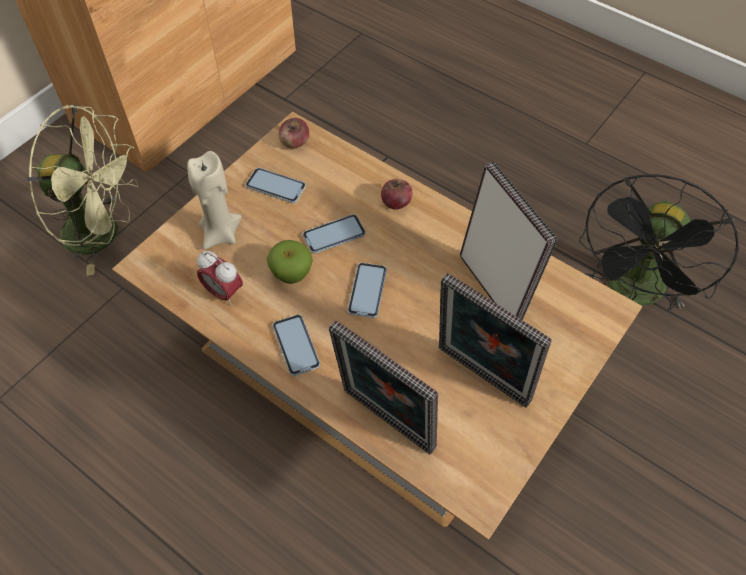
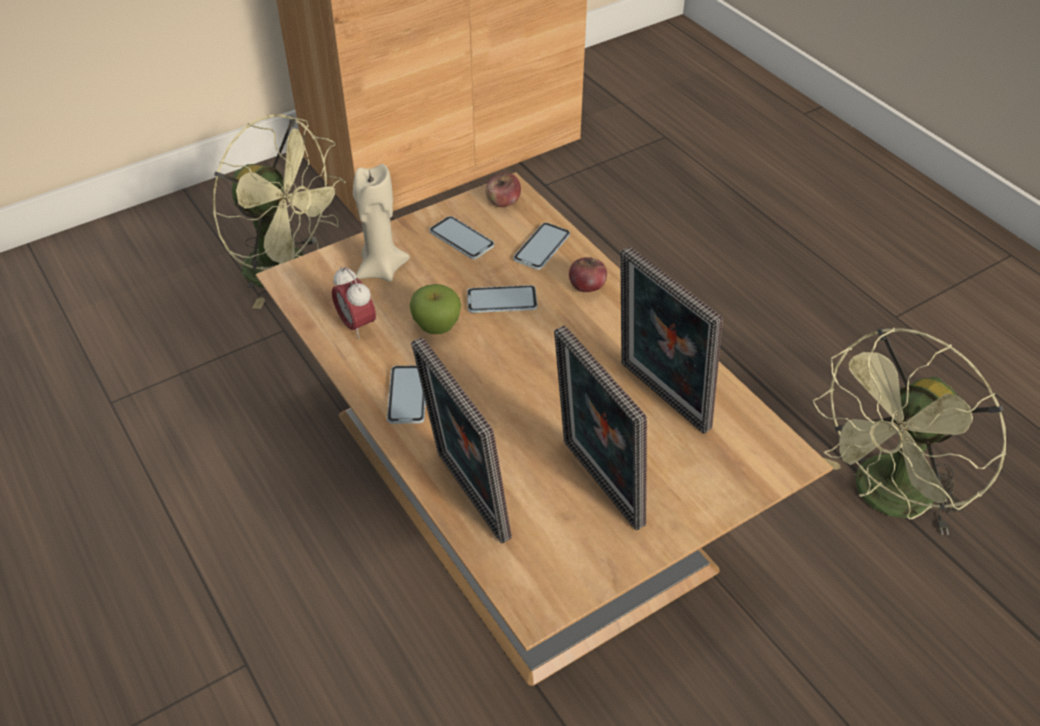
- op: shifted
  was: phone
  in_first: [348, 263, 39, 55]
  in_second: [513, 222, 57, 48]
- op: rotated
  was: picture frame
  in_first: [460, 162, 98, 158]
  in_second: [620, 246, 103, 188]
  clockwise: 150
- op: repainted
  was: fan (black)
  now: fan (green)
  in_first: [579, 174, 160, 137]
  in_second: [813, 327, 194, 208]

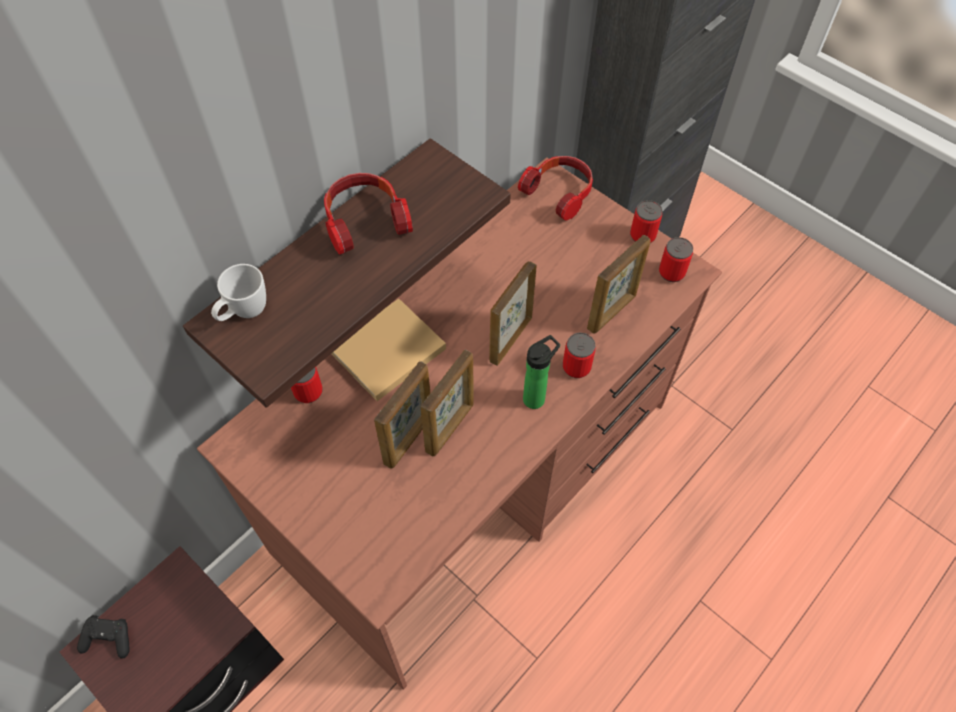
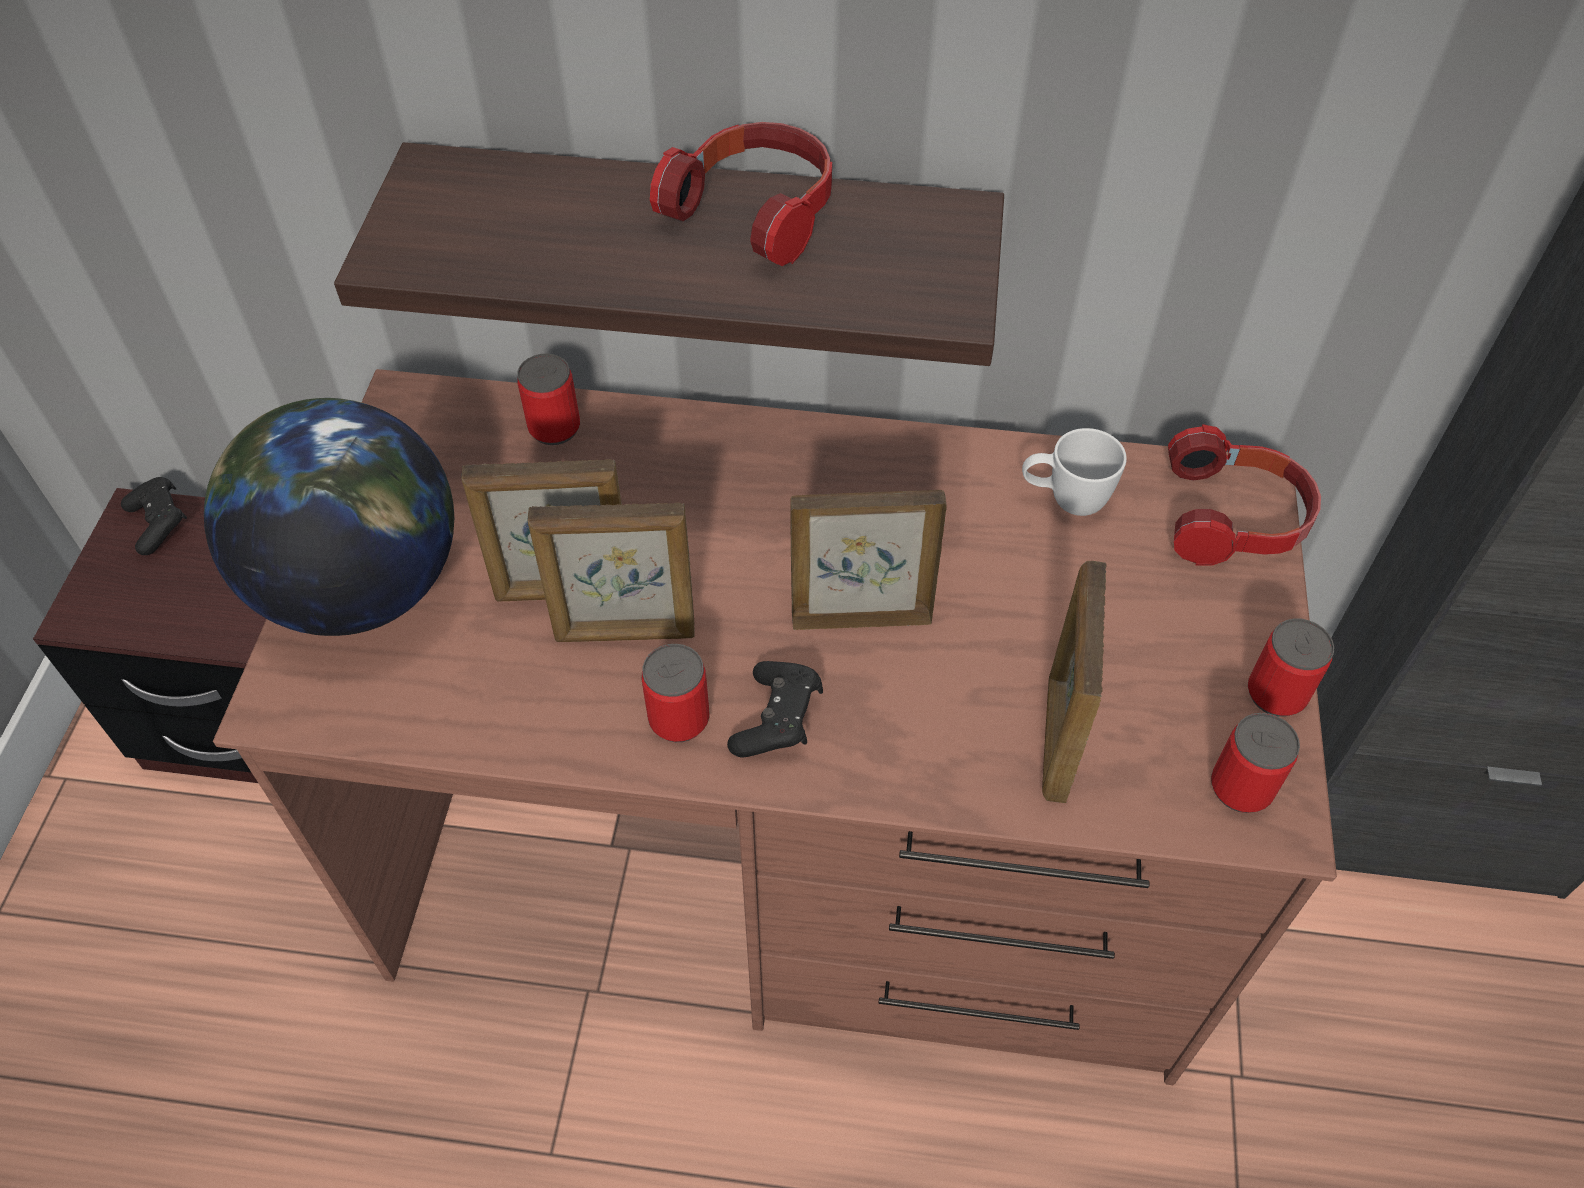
- op: new
  now: globe
  in_second: [204, 398, 250, 238]
- op: shifted
  was: can
  in_first: [563, 333, 33, 45]
  in_second: [642, 644, 67, 98]
- op: swapped
  was: bottle
  now: game controller (black)
  in_first: [523, 335, 37, 74]
  in_second: [727, 661, 96, 96]
- op: shifted
  was: mug (white)
  in_first: [211, 264, 55, 57]
  in_second: [1022, 428, 105, 88]
- op: rotated
  was: picture frame
  in_first: [587, 235, 63, 99]
  in_second: [1042, 561, 65, 242]
  clockwise: 90
- op: gone
  was: book (beige)
  in_first: [331, 299, 115, 102]

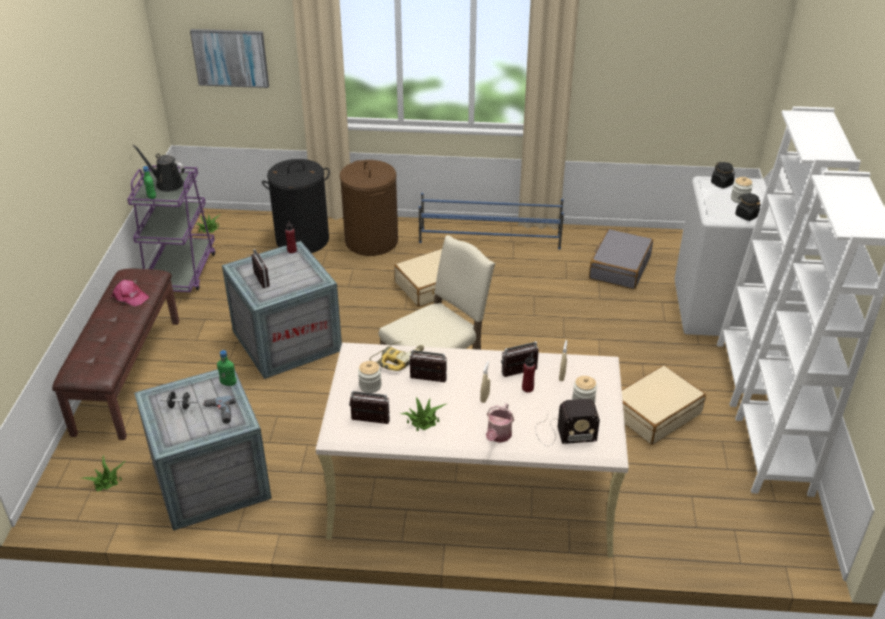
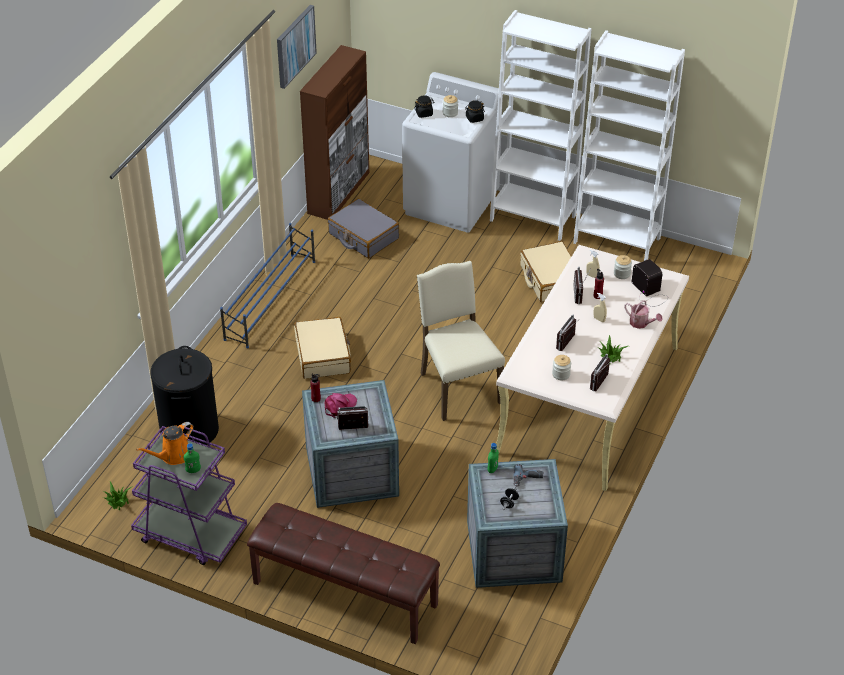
- op: repainted
  was: watering can (black)
  now: watering can (orange)
  in_first: [133, 145, 52, 47]
  in_second: [136, 422, 58, 43]
- op: shifted
  was: picture
  in_first: [190, 29, 79, 59]
  in_second: [277, 5, 40, 84]
- op: new
  now: cabinet (brown)
  in_second: [300, 45, 69, 175]
- op: shifted
  was: cap (pink)
  in_first: [111, 280, 38, 26]
  in_second: [325, 393, 32, 25]
- op: rotated
  was: radio
  in_first: [535, 399, 65, 47]
  in_second: [631, 259, 37, 48]
  clockwise: -45
- op: gone
  was: potted plant
  in_first: [80, 454, 46, 38]
- op: gone
  was: laundry basket (brown)
  in_first: [340, 160, 58, 96]
- op: gone
  was: power drill
  in_first: [370, 341, 54, 30]

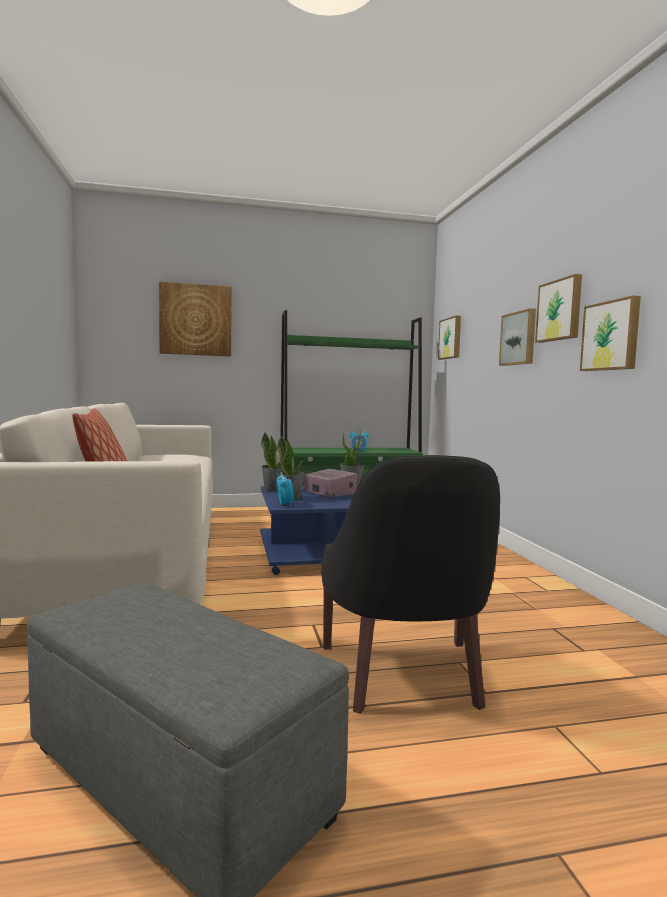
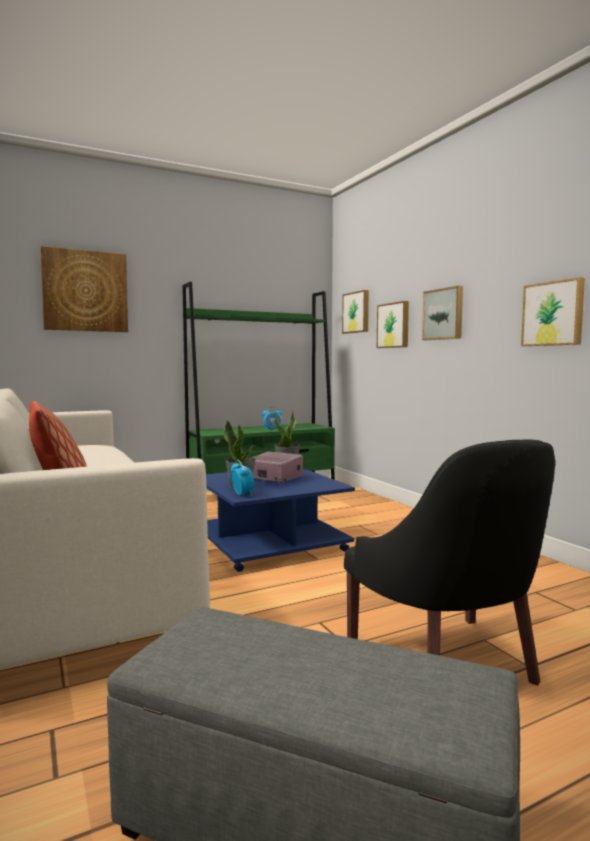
- op: shifted
  was: picture
  in_first: [535, 274, 47, 69]
  in_second: [377, 301, 32, 47]
- op: gone
  was: potted plant
  in_first: [261, 432, 22, 60]

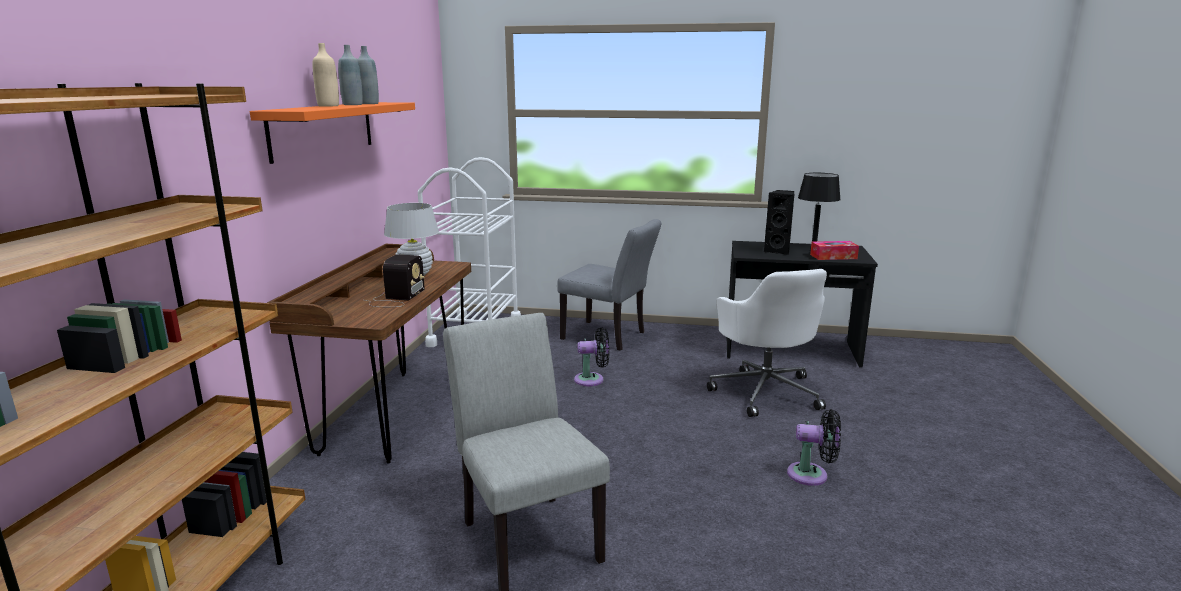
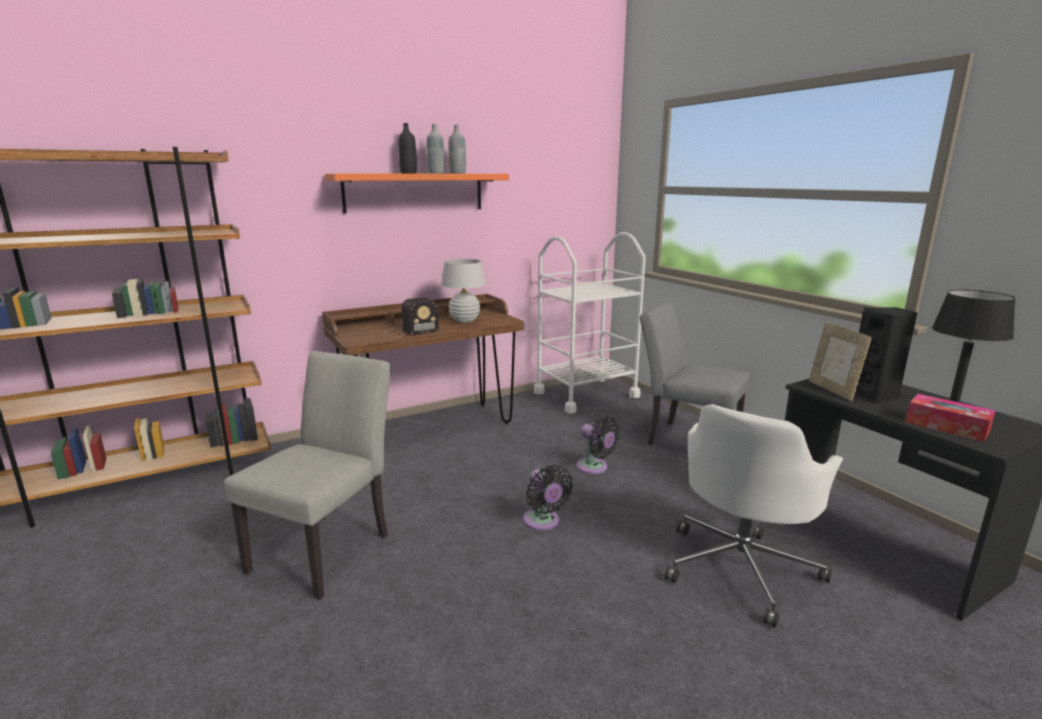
- op: repainted
  was: bottle (beige)
  now: bottle (black)
  in_first: [312, 43, 27, 64]
  in_second: [398, 123, 19, 50]
- op: shifted
  was: fan (black)
  in_first: [787, 409, 54, 77]
  in_second: [523, 465, 50, 66]
- op: rotated
  was: chair (grey)
  in_first: [557, 219, 104, 132]
  in_second: [640, 301, 110, 144]
  clockwise: 135
- op: new
  now: picture frame
  in_second: [809, 322, 63, 79]

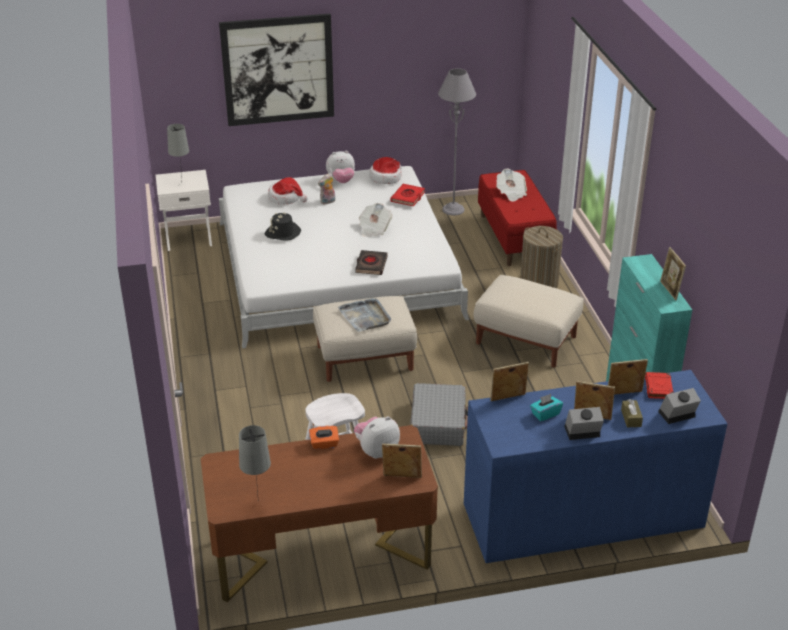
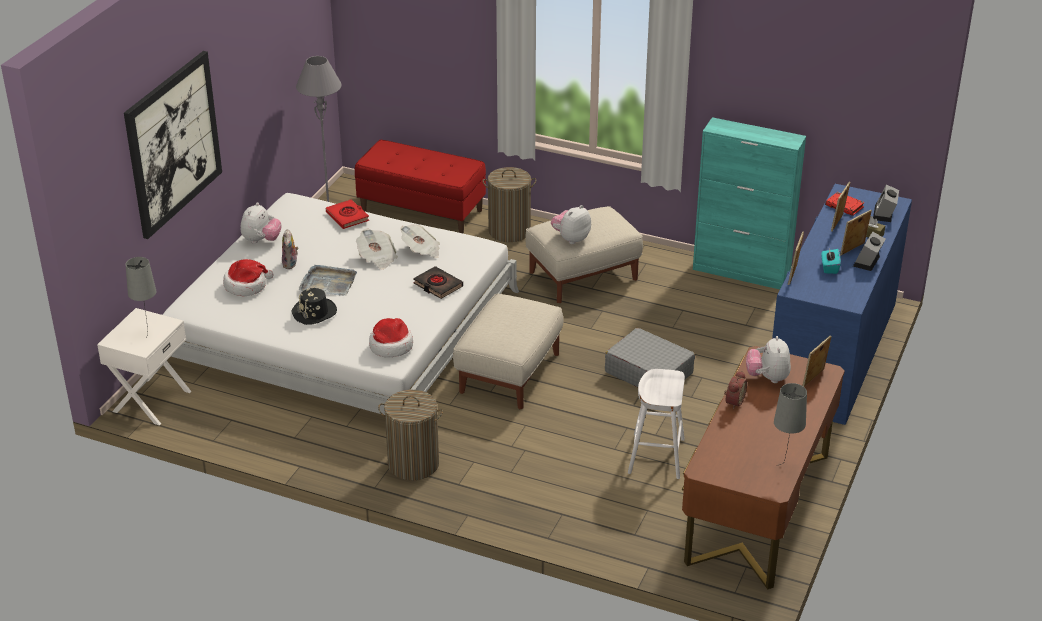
- op: shifted
  was: tray (grey)
  in_first: [338, 298, 53, 34]
  in_second: [299, 264, 58, 32]
- op: shifted
  was: hat
  in_first: [369, 157, 33, 27]
  in_second: [369, 318, 44, 39]
- op: new
  now: laundry basket
  in_second: [378, 390, 65, 90]
- op: shifted
  was: newspaper
  in_first: [496, 169, 31, 33]
  in_second: [400, 224, 40, 34]
- op: new
  now: plush toy
  in_second: [551, 205, 40, 39]
- op: swapped
  was: tissue box (orange)
  now: alarm clock
  in_first: [309, 426, 30, 24]
  in_second: [724, 371, 23, 38]
- op: gone
  was: picture frame
  in_first: [660, 247, 26, 54]

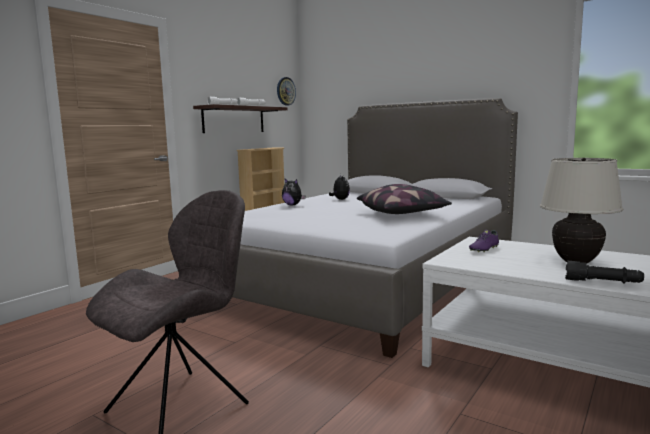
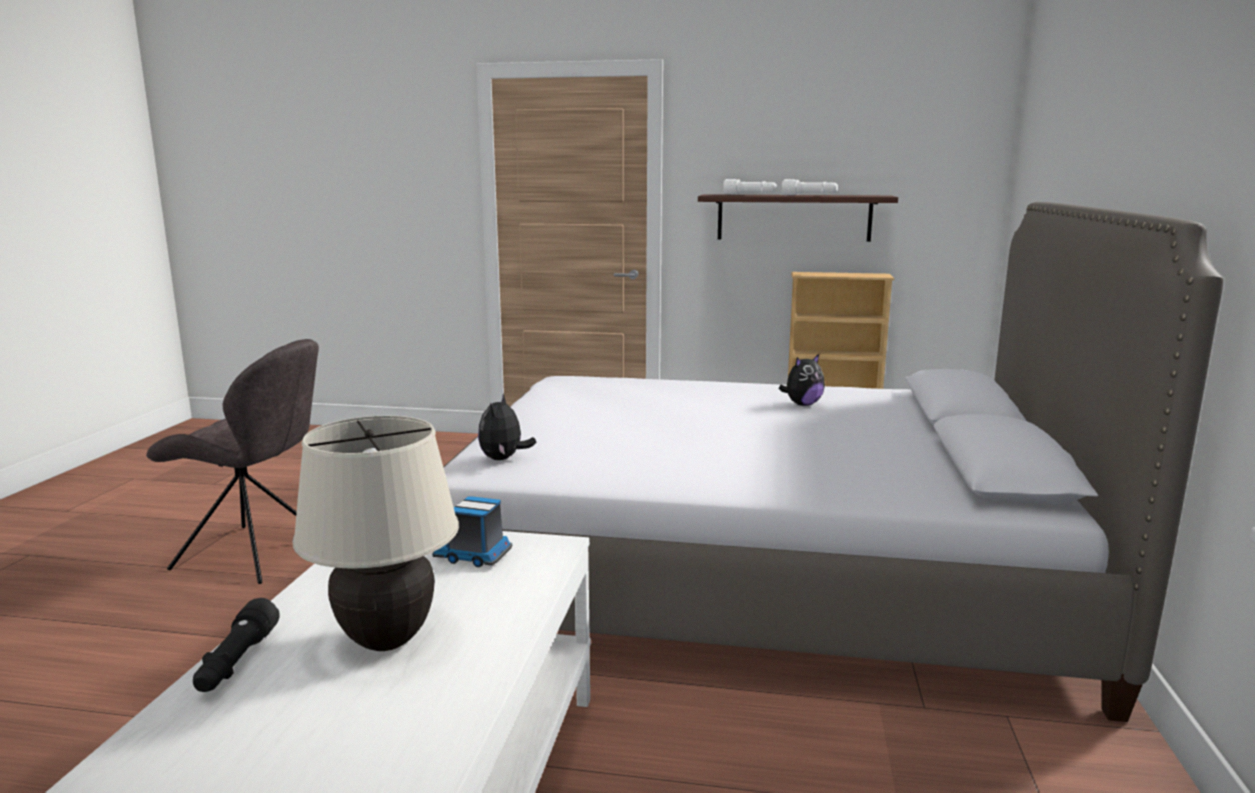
- op: swapped
  was: shoe (purple)
  now: toy truck
  in_first: [469, 230, 30, 22]
  in_second: [432, 496, 81, 71]
- op: shifted
  was: plush toy
  in_first: [282, 179, 23, 26]
  in_second: [478, 394, 58, 66]
- op: gone
  was: wall clock
  in_first: [277, 77, 19, 29]
- op: gone
  was: pillow
  in_first: [357, 184, 95, 30]

